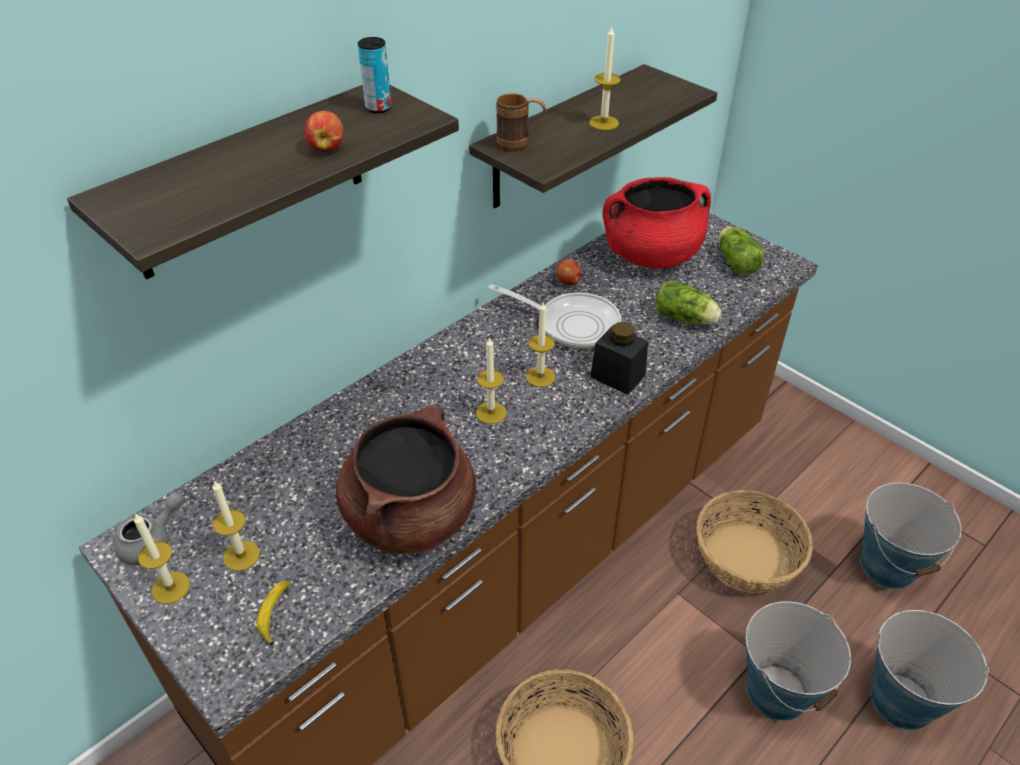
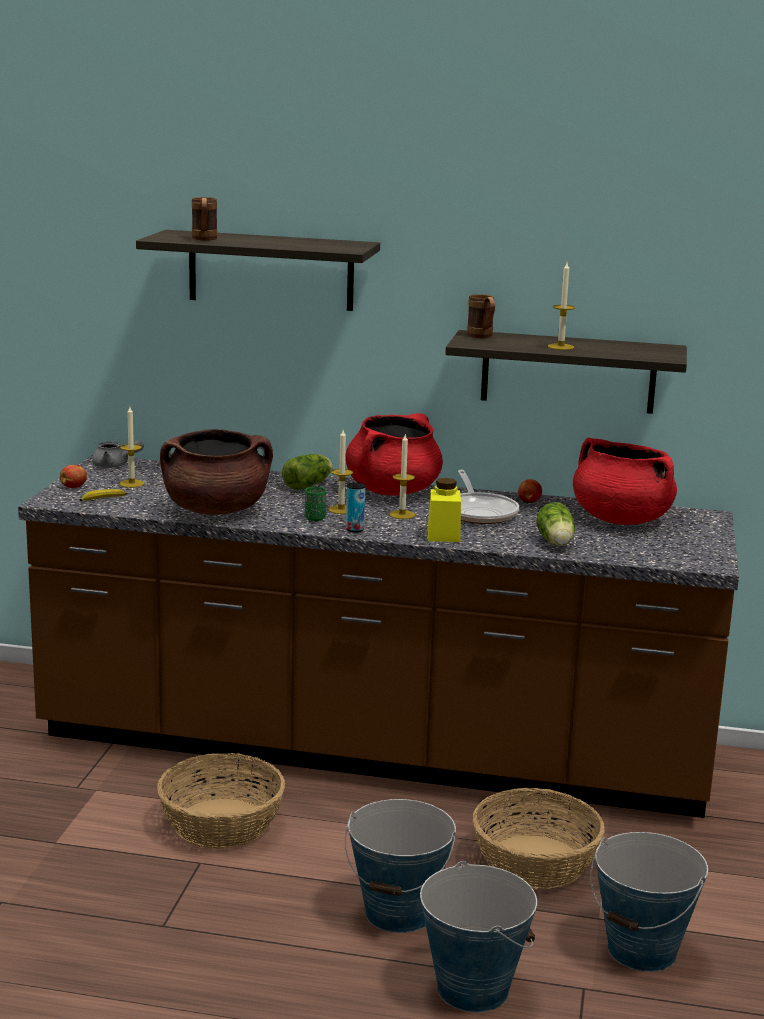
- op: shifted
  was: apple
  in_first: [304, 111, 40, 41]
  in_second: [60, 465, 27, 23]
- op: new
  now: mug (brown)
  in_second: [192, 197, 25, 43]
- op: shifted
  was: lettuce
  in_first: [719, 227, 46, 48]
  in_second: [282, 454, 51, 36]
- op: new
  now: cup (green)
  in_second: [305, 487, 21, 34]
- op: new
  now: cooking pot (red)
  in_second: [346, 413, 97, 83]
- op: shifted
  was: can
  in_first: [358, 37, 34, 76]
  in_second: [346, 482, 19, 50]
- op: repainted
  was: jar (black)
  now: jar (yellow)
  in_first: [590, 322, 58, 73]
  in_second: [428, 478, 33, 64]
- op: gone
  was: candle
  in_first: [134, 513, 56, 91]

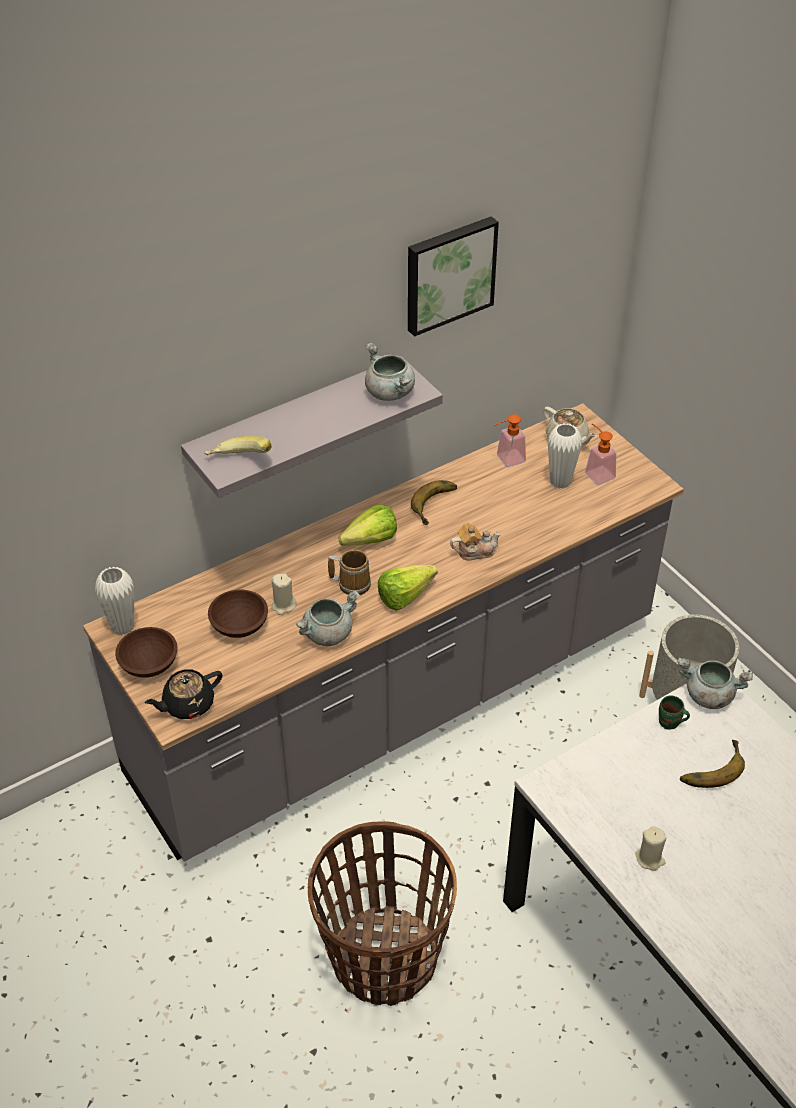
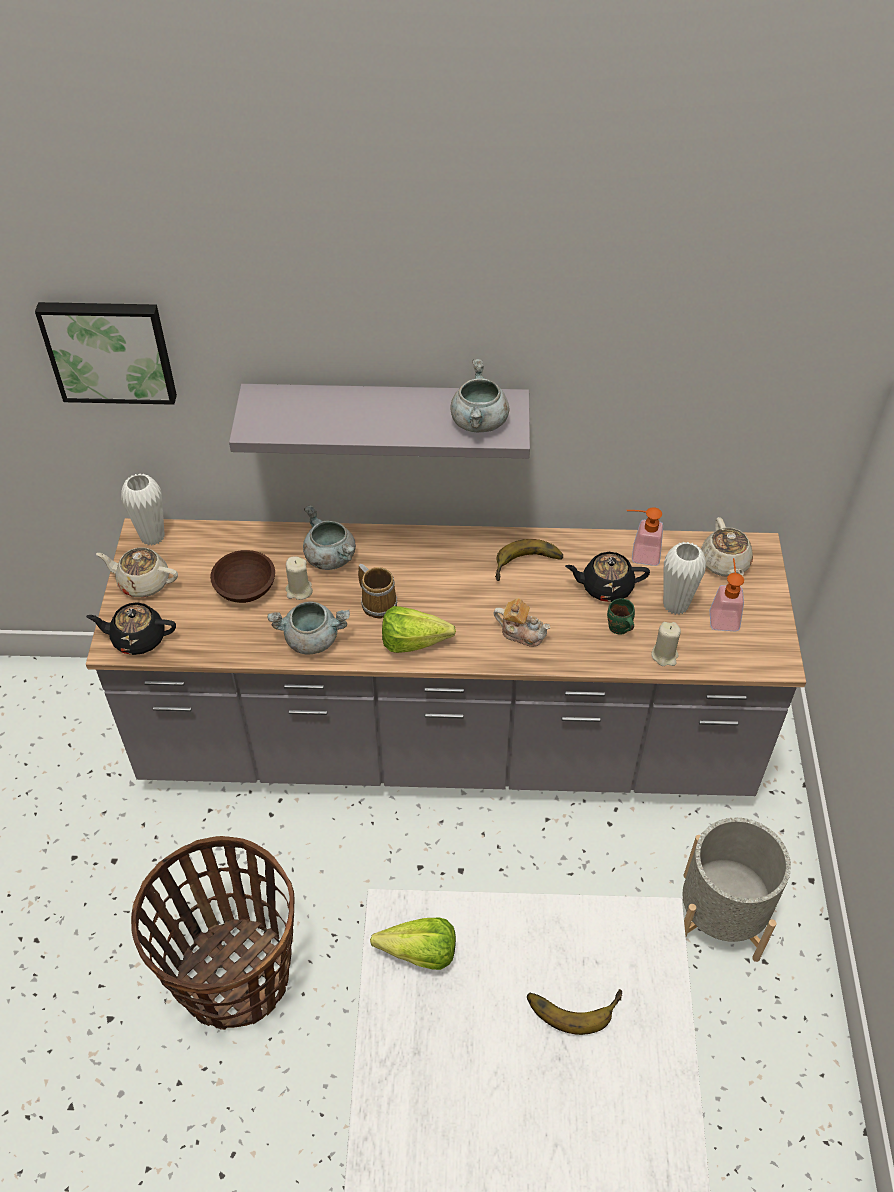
- op: shifted
  was: picture
  in_first: [408, 216, 91, 121]
  in_second: [35, 302, 142, 103]
- op: swapped
  was: bowl (brown)
  now: teapot (beige)
  in_first: [115, 627, 63, 51]
  in_second: [96, 547, 82, 50]
- op: shifted
  was: cooking pot (grey)
  in_first: [678, 658, 75, 51]
  in_second: [303, 505, 53, 65]
- op: shifted
  was: lettuce
  in_first: [339, 504, 58, 42]
  in_second: [370, 918, 86, 52]
- op: new
  now: teapot (black)
  in_second: [565, 552, 85, 50]
- op: shifted
  was: mug (green)
  in_first: [659, 695, 31, 35]
  in_second: [607, 598, 28, 36]
- op: shifted
  was: candle (beige)
  in_first: [635, 826, 31, 45]
  in_second: [651, 622, 30, 44]
- op: gone
  was: banana
  in_first: [204, 436, 67, 19]

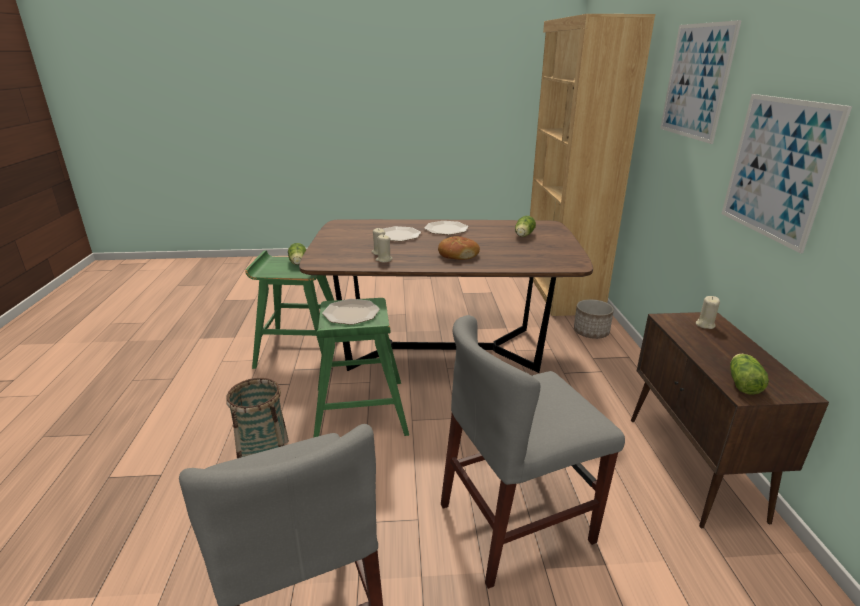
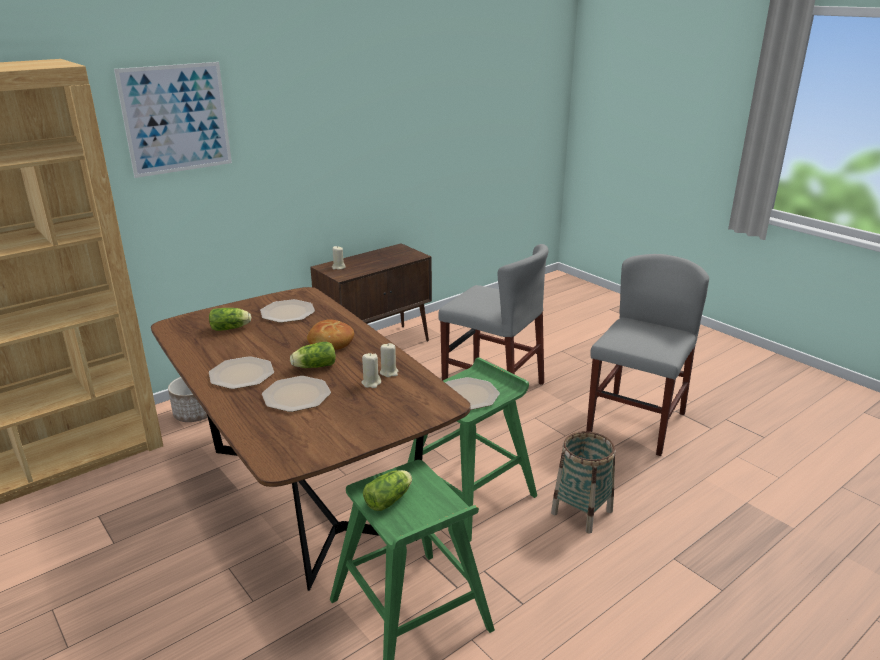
- op: new
  now: plate
  in_second: [260, 299, 55, 24]
- op: shifted
  was: lettuce
  in_first: [730, 354, 39, 41]
  in_second: [290, 342, 46, 26]
- op: gone
  was: picture
  in_first: [722, 94, 130, 159]

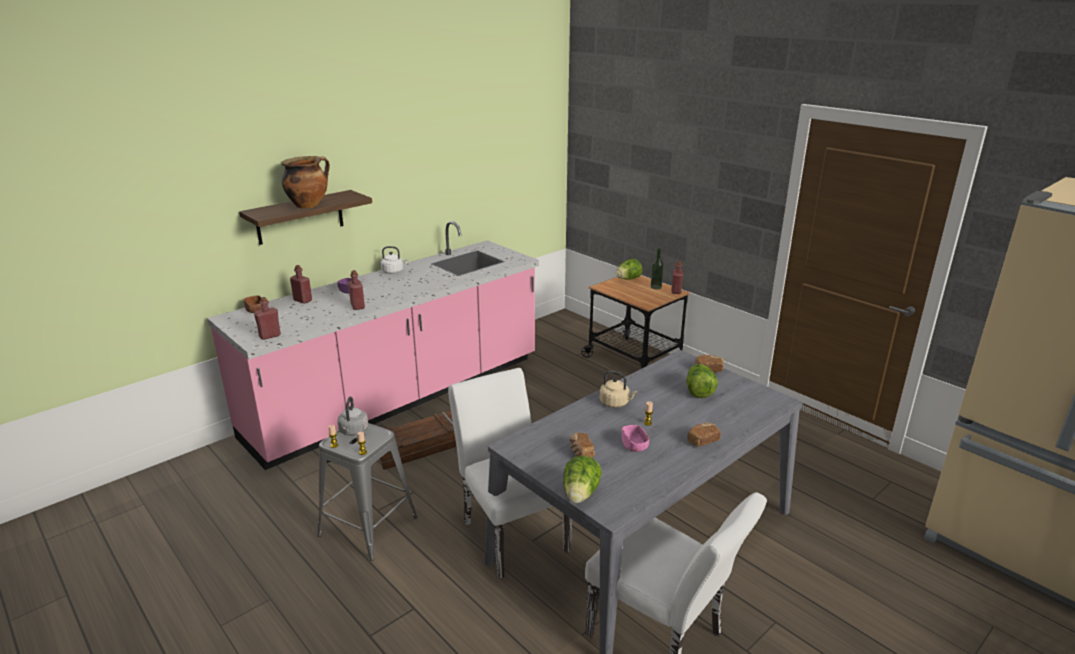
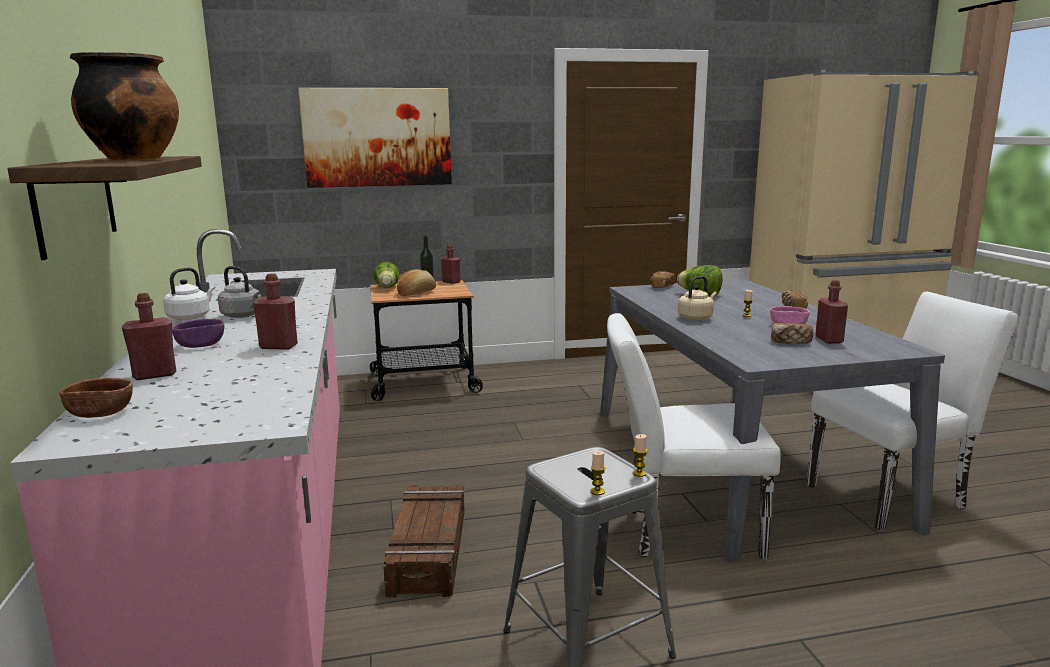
- op: shifted
  was: kettle (grey)
  in_first: [337, 396, 31, 40]
  in_second: [218, 266, 43, 52]
- op: new
  now: picture
  in_second: [298, 88, 154, 100]
- op: new
  now: bread
  in_second: [397, 269, 39, 27]
- op: shifted
  was: bottle (red)
  in_first: [254, 297, 27, 43]
  in_second: [815, 280, 33, 64]
- op: gone
  was: lettuce
  in_first: [563, 456, 39, 47]

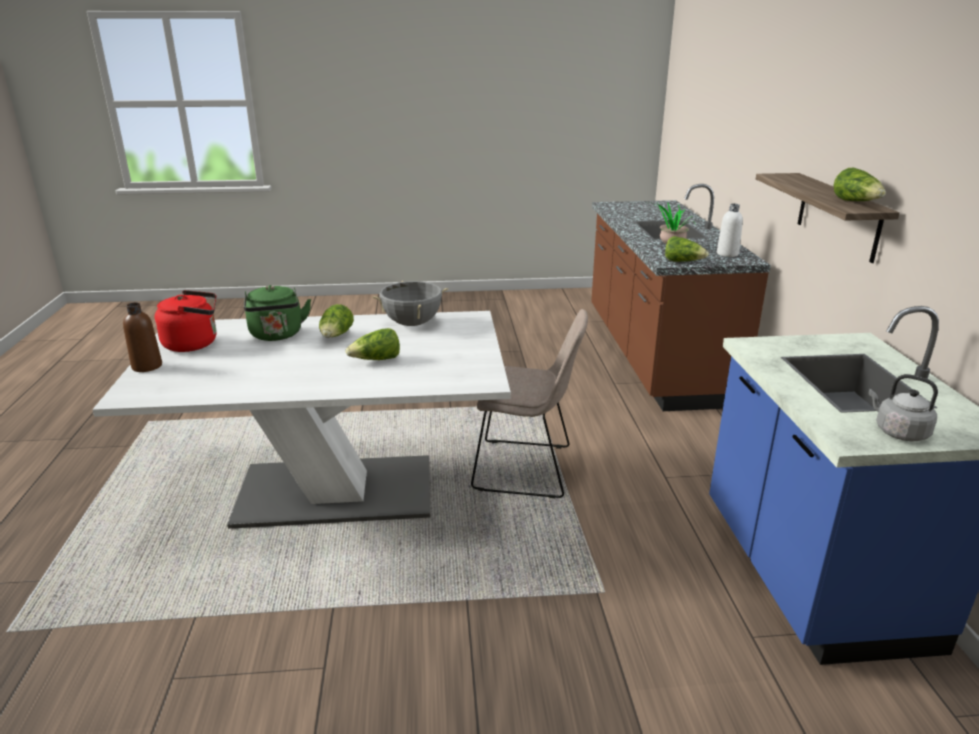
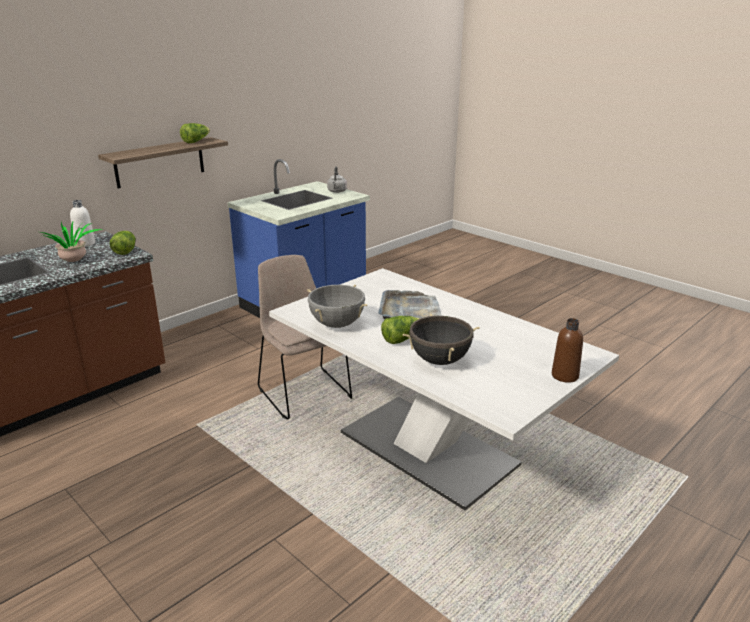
- op: swapped
  was: lettuce
  now: tray (grey)
  in_first: [346, 328, 54, 32]
  in_second: [379, 290, 63, 29]
- op: swapped
  was: kettle (green)
  now: cooking pot (black)
  in_first: [244, 285, 67, 56]
  in_second: [403, 313, 77, 52]
- op: gone
  was: kettle (red)
  in_first: [154, 290, 63, 62]

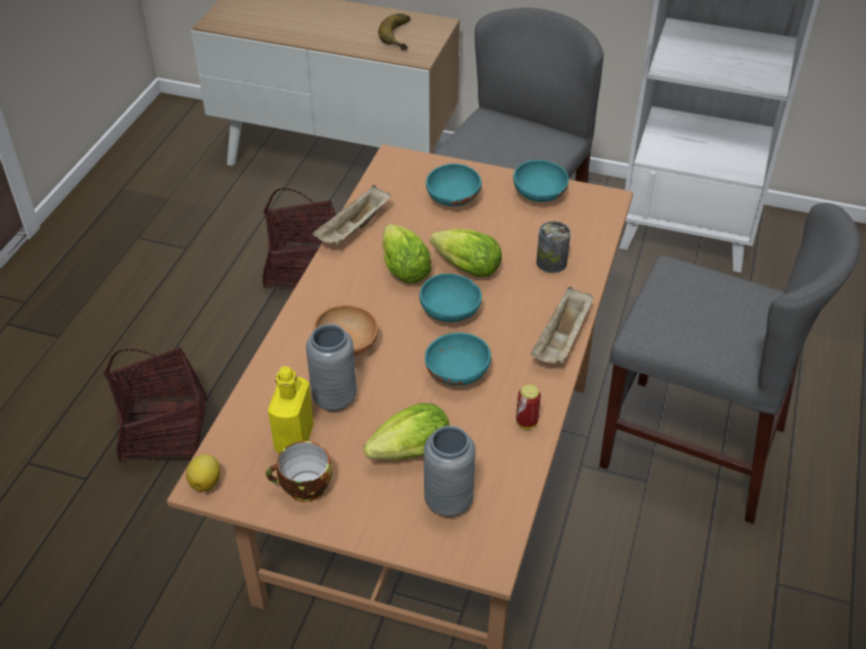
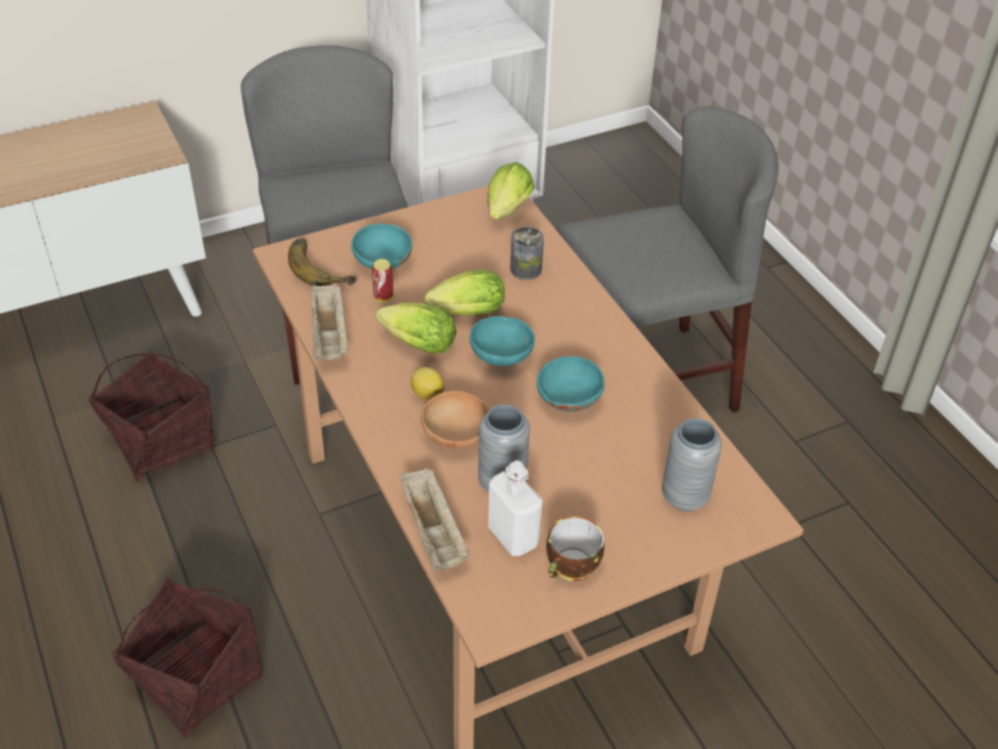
- op: shifted
  was: banana
  in_first: [378, 14, 32, 37]
  in_second: [288, 238, 69, 48]
- op: shifted
  was: can
  in_first: [516, 384, 25, 45]
  in_second: [372, 259, 21, 43]
- op: shifted
  was: tray (beige)
  in_first: [531, 287, 62, 76]
  in_second: [400, 468, 70, 103]
- op: shifted
  was: lemon
  in_first: [186, 454, 34, 38]
  in_second: [411, 367, 34, 33]
- op: shifted
  was: lettuce
  in_first: [364, 403, 86, 57]
  in_second: [487, 162, 48, 57]
- op: repainted
  was: bottle (yellow)
  now: bottle (white)
  in_first: [268, 366, 46, 87]
  in_second: [488, 460, 55, 96]
- op: gone
  was: bowl (turquoise)
  in_first: [513, 160, 56, 42]

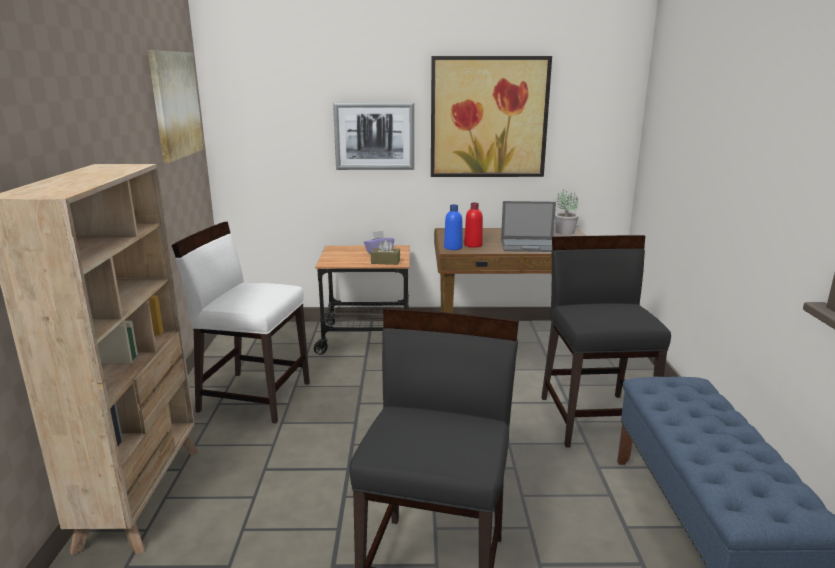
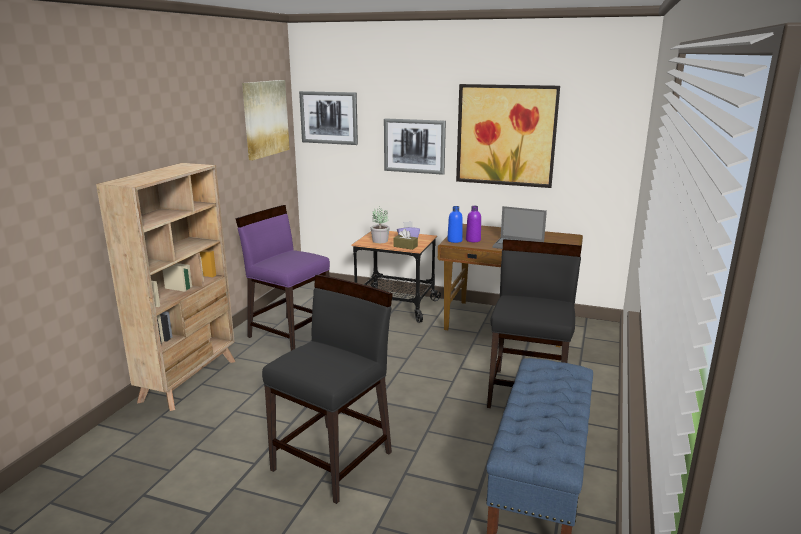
- op: repainted
  was: chair (white)
  now: chair (purple)
  in_first: [172, 222, 138, 201]
  in_second: [236, 205, 94, 146]
- op: new
  now: picture
  in_second: [299, 91, 59, 54]
- op: shifted
  was: potted plant
  in_first: [555, 189, 23, 46]
  in_second: [371, 206, 19, 37]
- op: repainted
  was: bottle (red)
  now: bottle (purple)
  in_first: [464, 203, 19, 45]
  in_second: [466, 206, 15, 36]

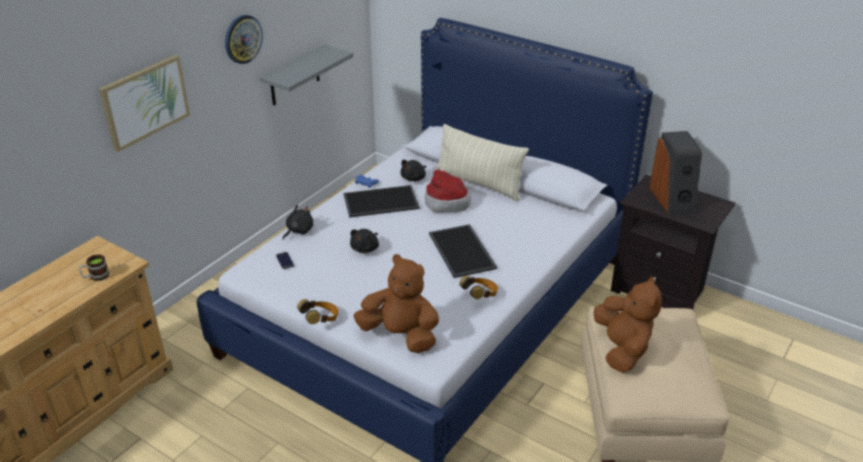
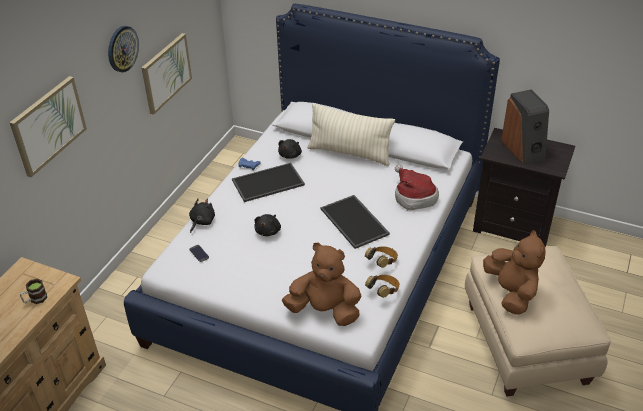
- op: swapped
  was: shelf (grey)
  now: picture
  in_first: [260, 44, 93, 61]
  in_second: [141, 33, 51, 82]
- op: shifted
  was: headphones
  in_first: [297, 299, 42, 25]
  in_second: [365, 275, 35, 23]
- op: shifted
  was: hat
  in_first: [425, 166, 46, 47]
  in_second: [395, 164, 44, 46]

